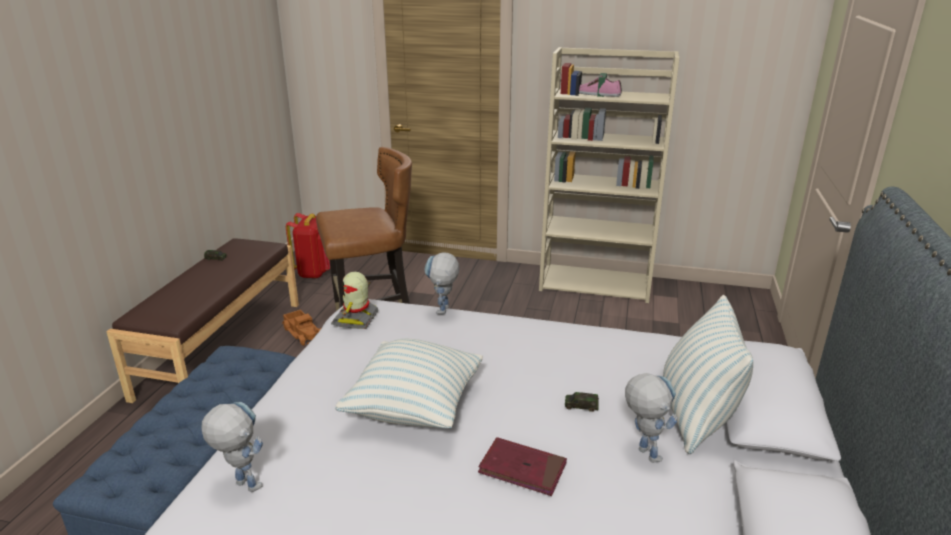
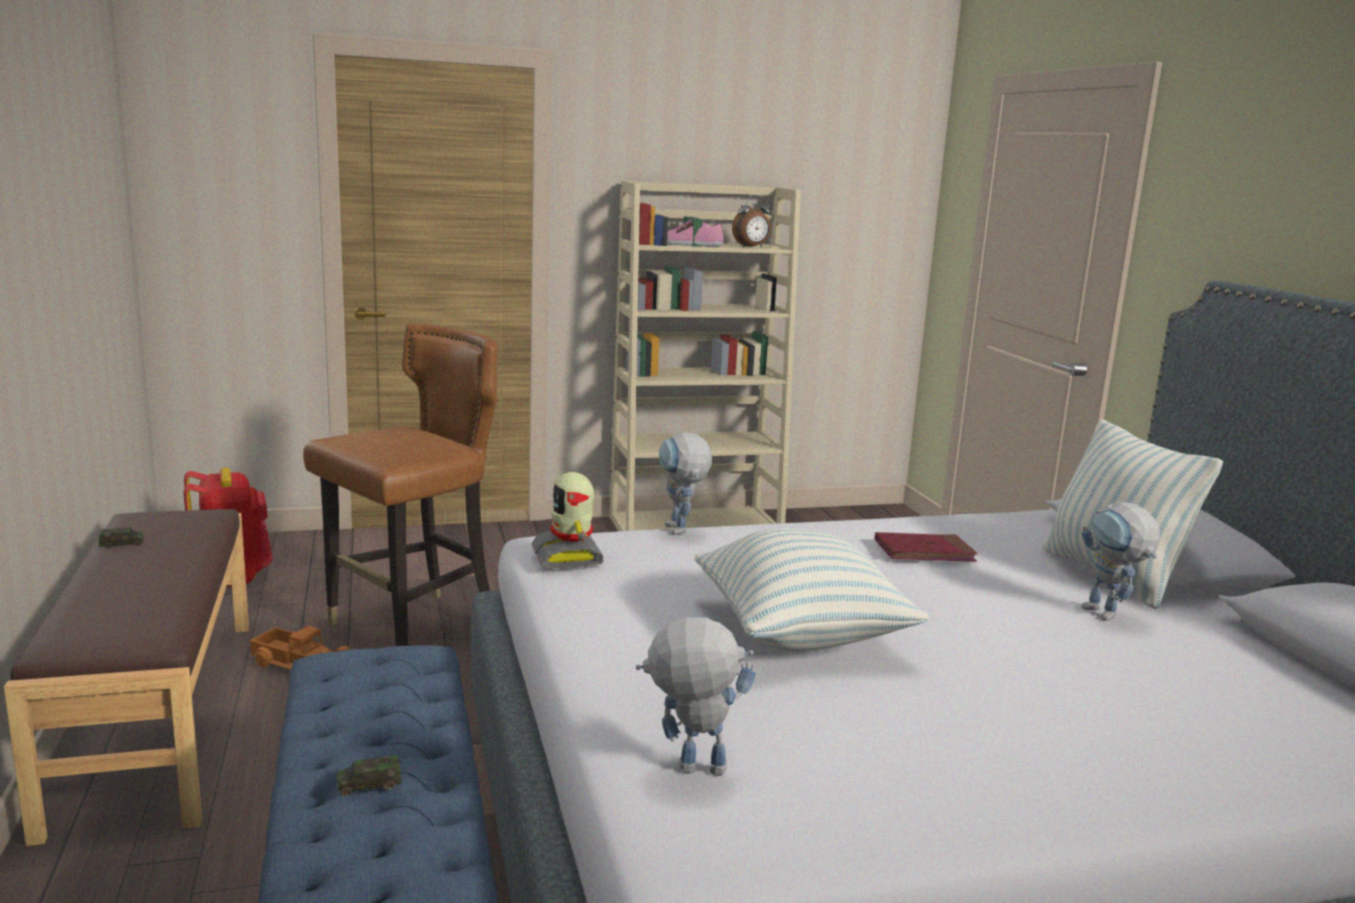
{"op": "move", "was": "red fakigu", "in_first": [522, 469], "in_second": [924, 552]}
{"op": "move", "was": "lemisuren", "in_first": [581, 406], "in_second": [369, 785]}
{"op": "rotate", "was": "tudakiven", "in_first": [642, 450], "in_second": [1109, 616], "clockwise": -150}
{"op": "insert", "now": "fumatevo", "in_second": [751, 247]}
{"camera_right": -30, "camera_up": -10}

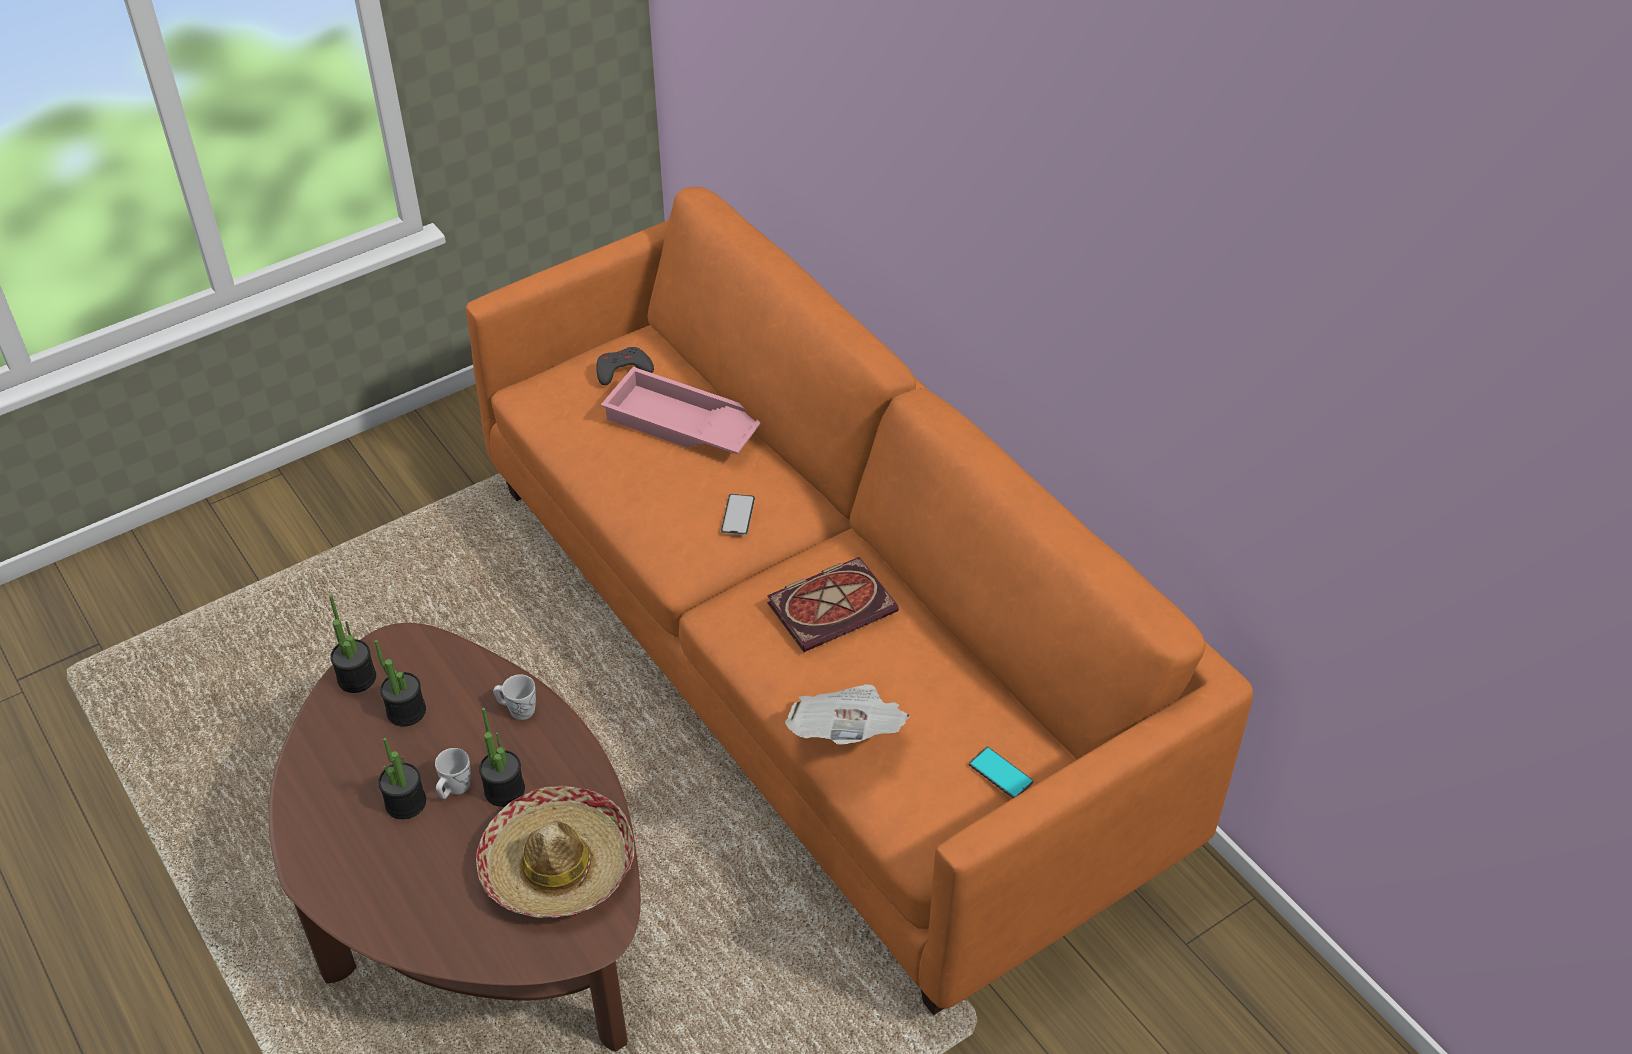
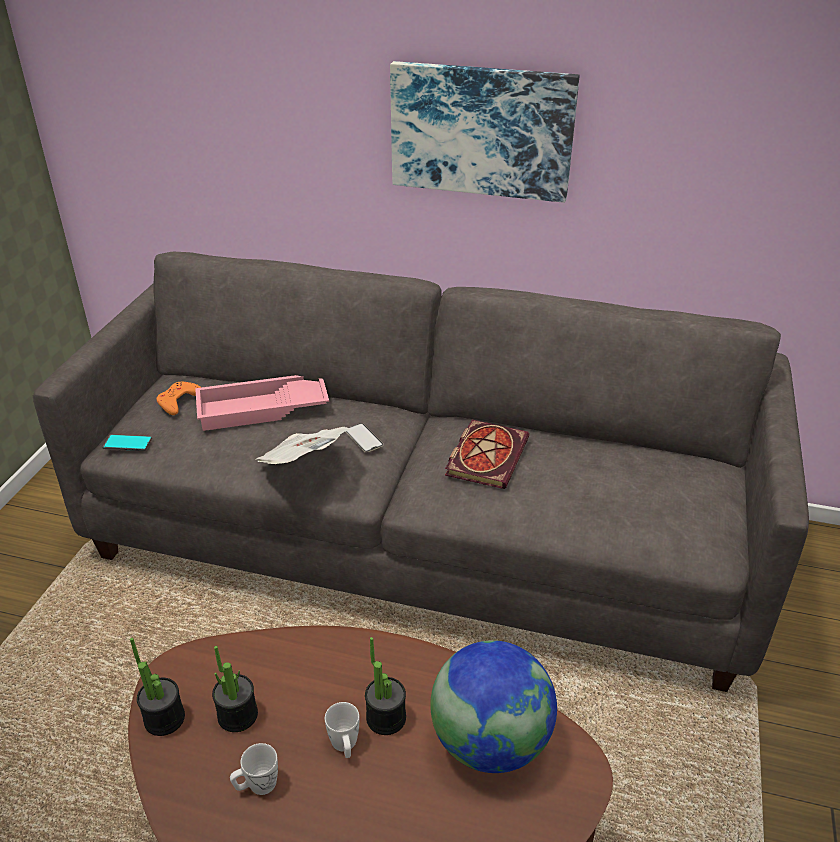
{"op": "delete", "was": "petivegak", "in_first": [405, 803]}
{"op": "recolor", "was": "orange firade", "now": "grey firade", "in_first": [817, 658], "in_second": [421, 538]}
{"op": "replace", "was": "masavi", "now": "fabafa", "in_first": [558, 865], "in_second": [490, 742]}
{"op": "move", "was": "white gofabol", "in_first": [517, 710], "in_second": [257, 785]}
{"op": "recolor", "was": "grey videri", "now": "orange videri", "in_first": [622, 370], "in_second": [178, 401]}
{"op": "move", "was": "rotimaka", "in_first": [847, 734], "in_second": [304, 464]}
{"op": "move", "was": "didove", "in_first": [1000, 773], "in_second": [127, 443]}
{"op": "insert", "now": "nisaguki", "in_second": [481, 130]}
{"camera_right": -40, "camera_up": -10}

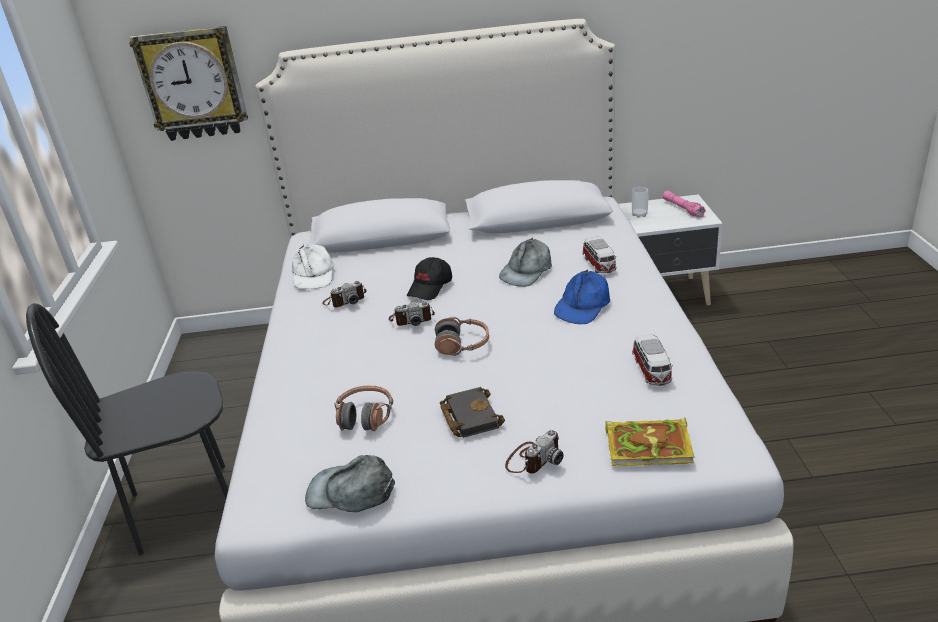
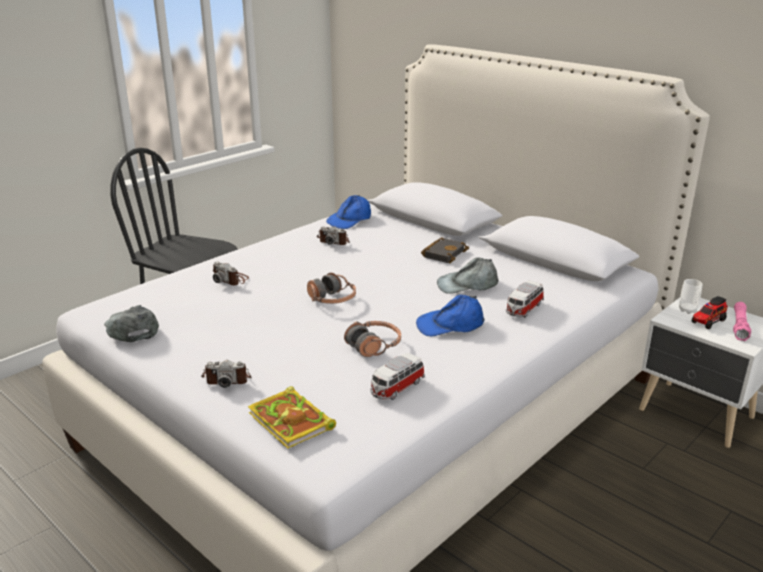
{"op": "delete", "was": "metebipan", "in_first": [193, 84]}
{"op": "recolor", "was": "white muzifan", "now": "blue muzifan", "in_first": [313, 275], "in_second": [350, 219]}
{"op": "move", "was": "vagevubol", "in_first": [365, 416], "in_second": [374, 346]}
{"op": "move", "was": "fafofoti", "in_first": [412, 319], "in_second": [231, 279]}
{"op": "delete", "was": "black muzifan", "in_first": [430, 287]}
{"op": "move", "was": "black fakigu", "in_first": [469, 416], "in_second": [444, 253]}
{"op": "insert", "now": "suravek", "in_second": [707, 322]}
{"camera_right": 45, "camera_up": -5}

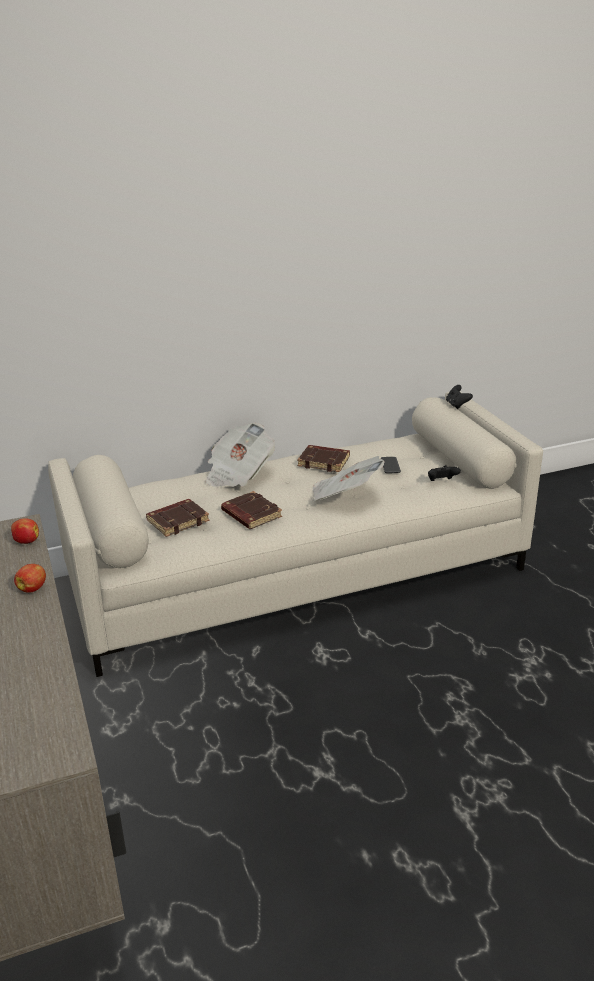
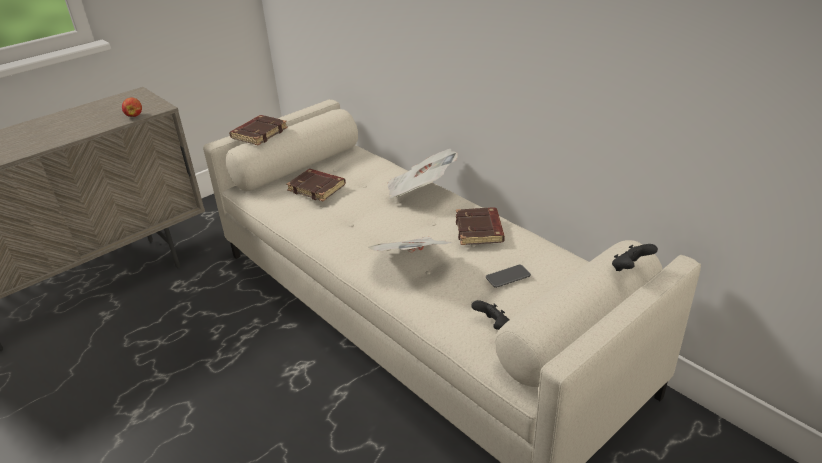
{"op": "delete", "was": "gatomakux", "in_first": [33, 588]}
{"op": "move", "was": "brown fakigu", "in_first": [250, 514], "in_second": [259, 133]}
{"camera_right": 70, "camera_up": 5}

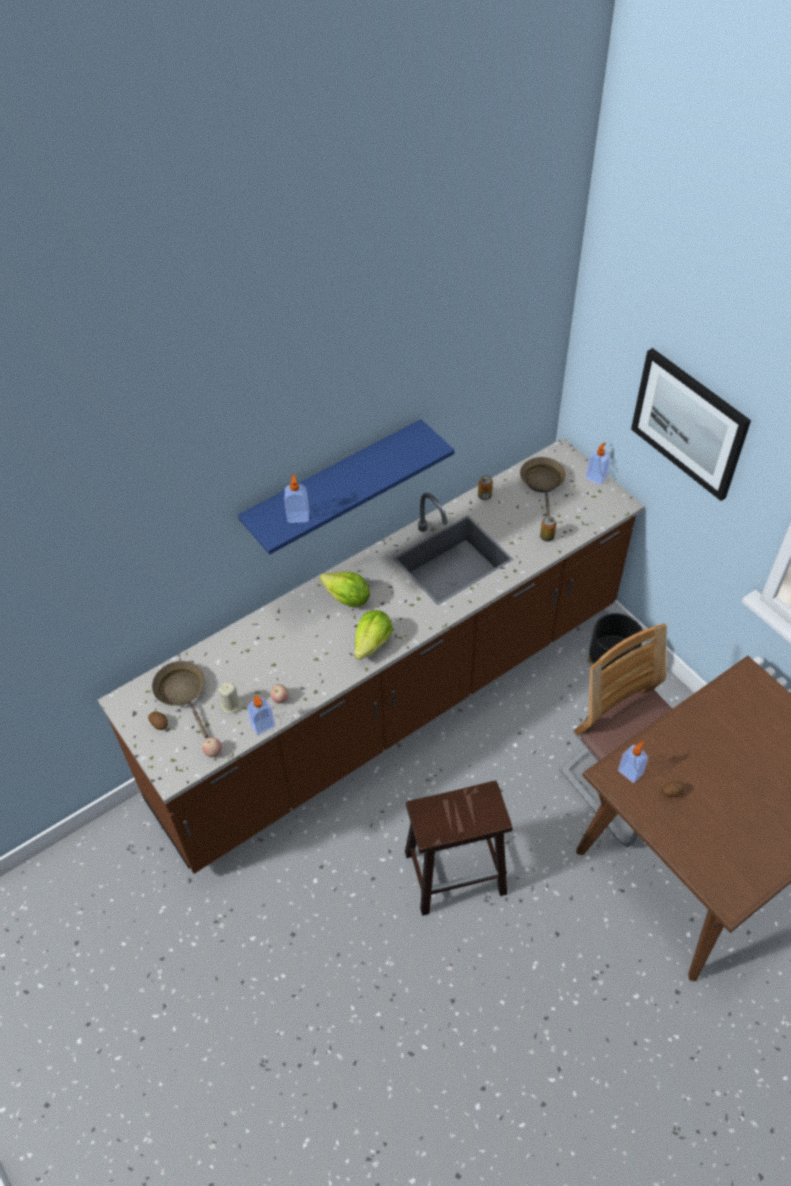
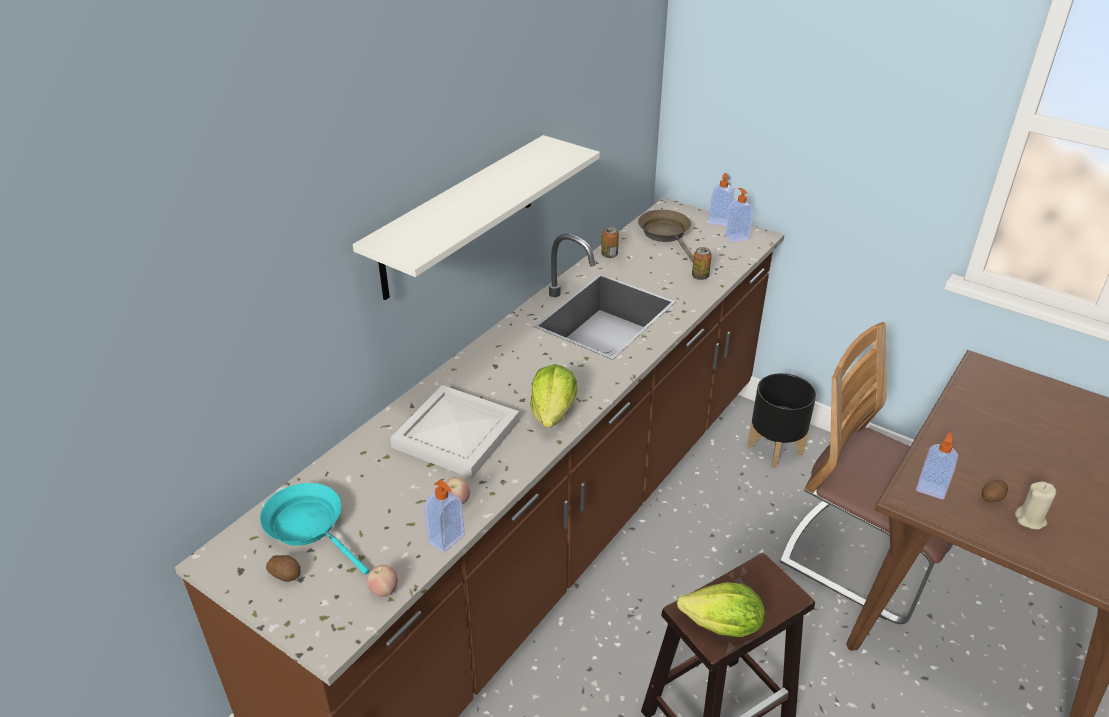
{"op": "recolor", "was": "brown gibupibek", "now": "turquoise gibupibek", "in_first": [183, 692], "in_second": [309, 527]}
{"op": "move", "was": "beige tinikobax", "in_first": [232, 705], "in_second": [1030, 519]}
{"op": "recolor", "was": "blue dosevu", "now": "white dosevu", "in_first": [334, 484], "in_second": [459, 216]}
{"op": "move", "was": "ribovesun", "in_first": [298, 516], "in_second": [736, 237]}
{"op": "move", "was": "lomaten", "in_first": [347, 599], "in_second": [722, 627]}
{"op": "delete", "was": "nisaguki", "in_first": [689, 423]}
{"op": "insert", "now": "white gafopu", "in_second": [457, 435]}
{"camera_right": -20, "camera_up": -15}

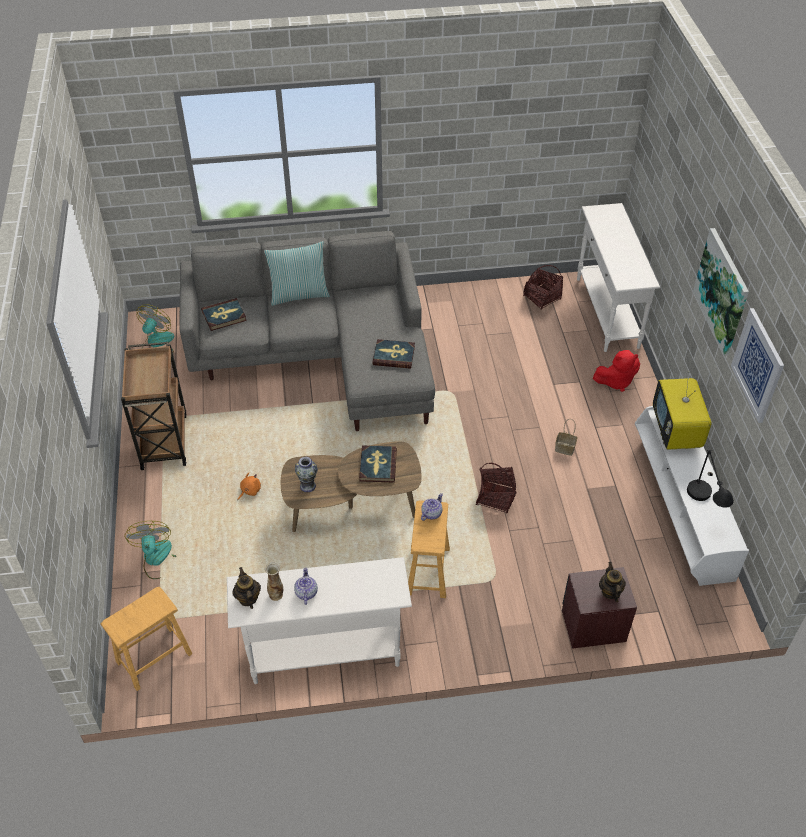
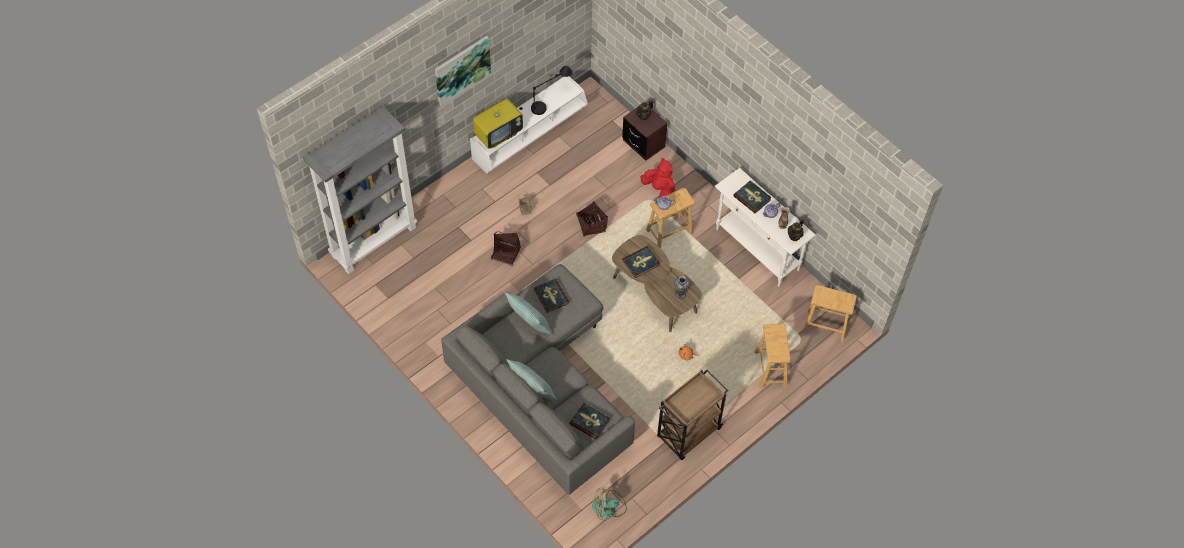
{"op": "replace", "was": "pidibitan", "now": "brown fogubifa", "in_first": [158, 559], "in_second": [770, 369]}
{"op": "move", "was": "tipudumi", "in_first": [542, 298], "in_second": [505, 253]}
{"op": "replace", "was": "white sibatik", "now": "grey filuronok", "in_first": [607, 313], "in_second": [374, 240]}
{"op": "move", "was": "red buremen", "in_first": [616, 381], "in_second": [659, 189]}
{"op": "delete", "was": "nisaguki", "in_first": [758, 365]}
{"op": "insert", "now": "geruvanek", "in_second": [529, 325]}
{"op": "insert", "now": "fakigu", "in_second": [752, 198]}
{"camera_right": -125, "camera_up": 10}

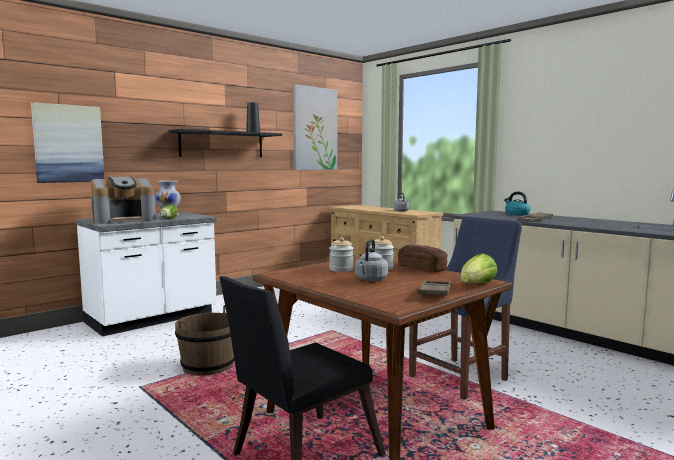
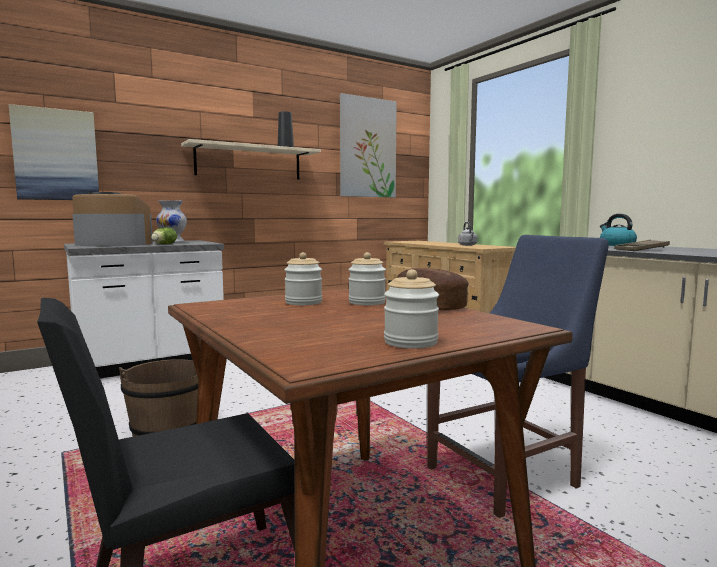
{"op": "rotate", "was": "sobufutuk", "in_first": [124, 220], "in_second": [112, 244], "clockwise": -150}
{"op": "recolor", "was": "black dosevu", "now": "beige dosevu", "in_first": [222, 144], "in_second": [249, 162]}
{"op": "delete", "was": "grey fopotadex", "in_first": [370, 280]}
{"op": "replace", "was": "brown gafopu", "now": "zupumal", "in_first": [435, 293], "in_second": [410, 342]}
{"op": "delete", "was": "lomaten", "in_first": [477, 285]}
{"camera_right": 10, "camera_up": 0}

